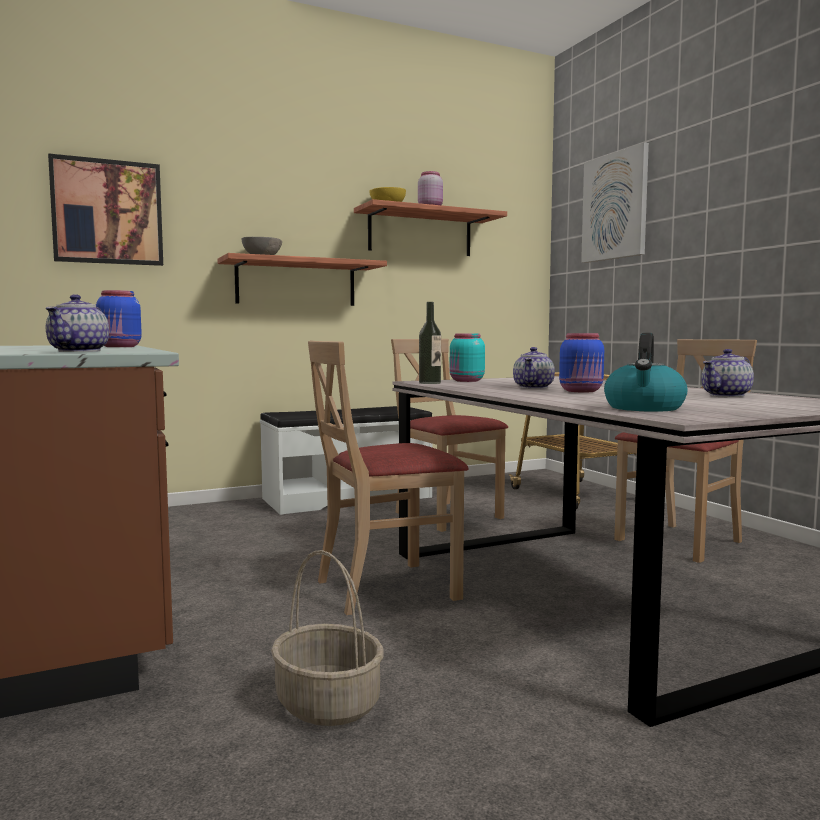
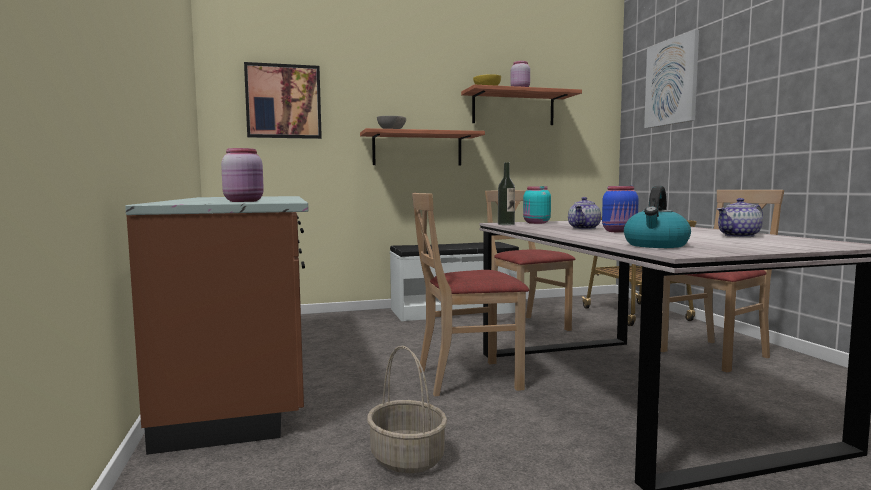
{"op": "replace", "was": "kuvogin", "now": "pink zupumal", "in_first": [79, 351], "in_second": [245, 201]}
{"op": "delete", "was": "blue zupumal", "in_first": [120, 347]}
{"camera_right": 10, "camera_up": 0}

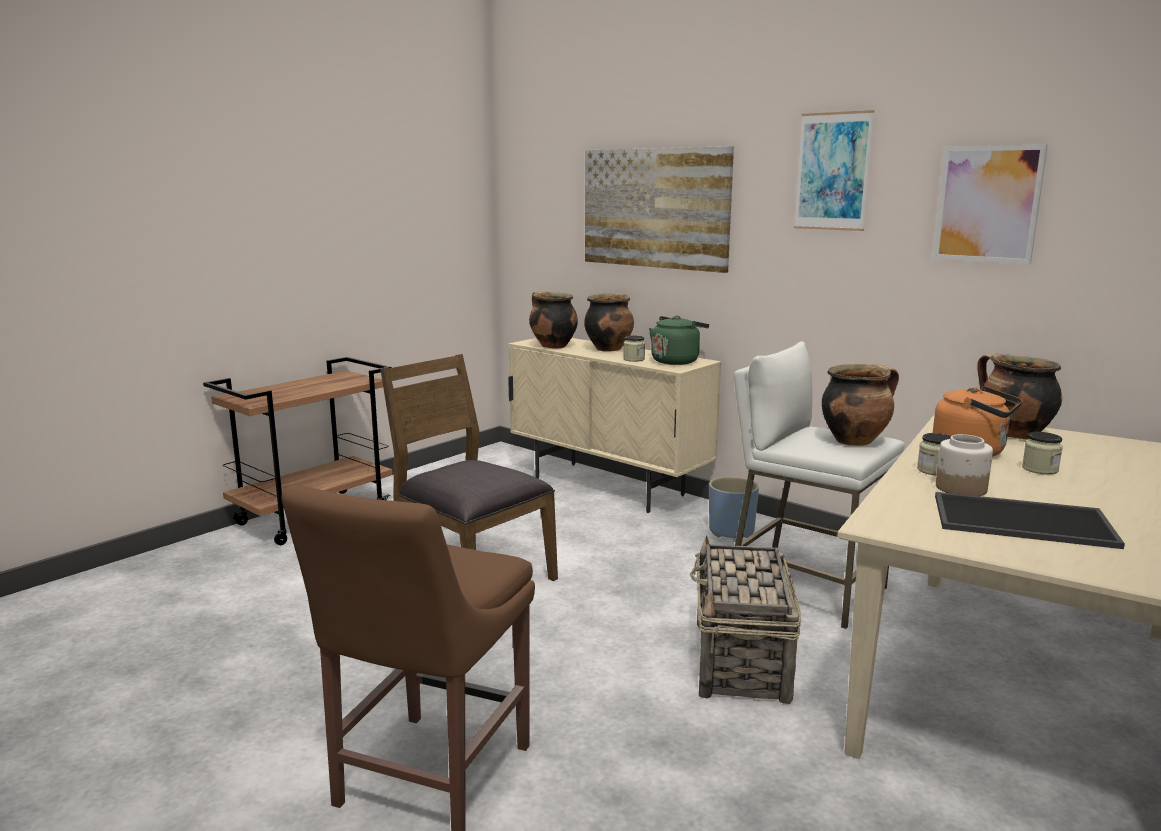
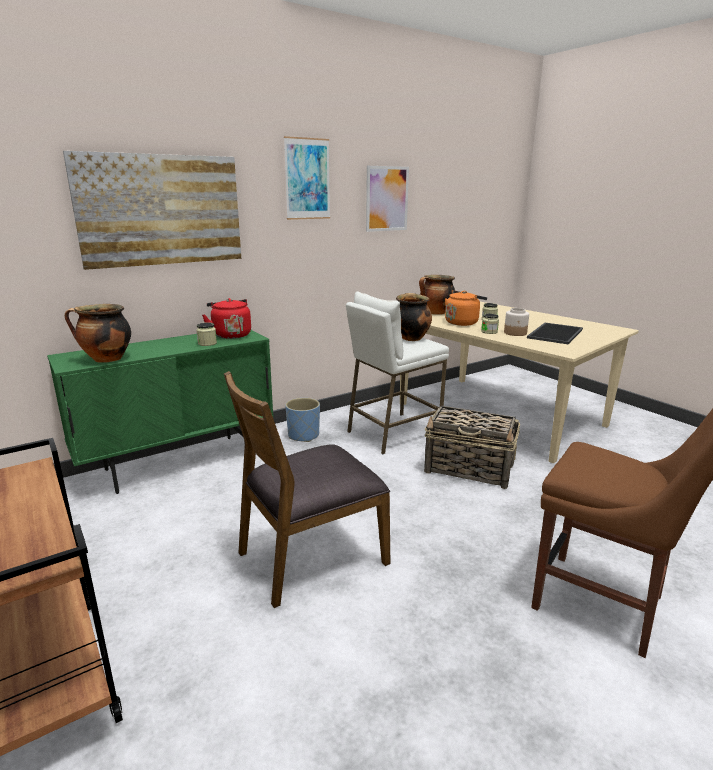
{"op": "recolor", "was": "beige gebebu", "now": "green gebebu", "in_first": [608, 487], "in_second": [179, 463]}
{"op": "delete", "was": "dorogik", "in_first": [609, 349]}
{"op": "recolor", "was": "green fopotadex", "now": "red fopotadex", "in_first": [676, 361], "in_second": [230, 335]}
{"camera_right": -75, "camera_up": 5}

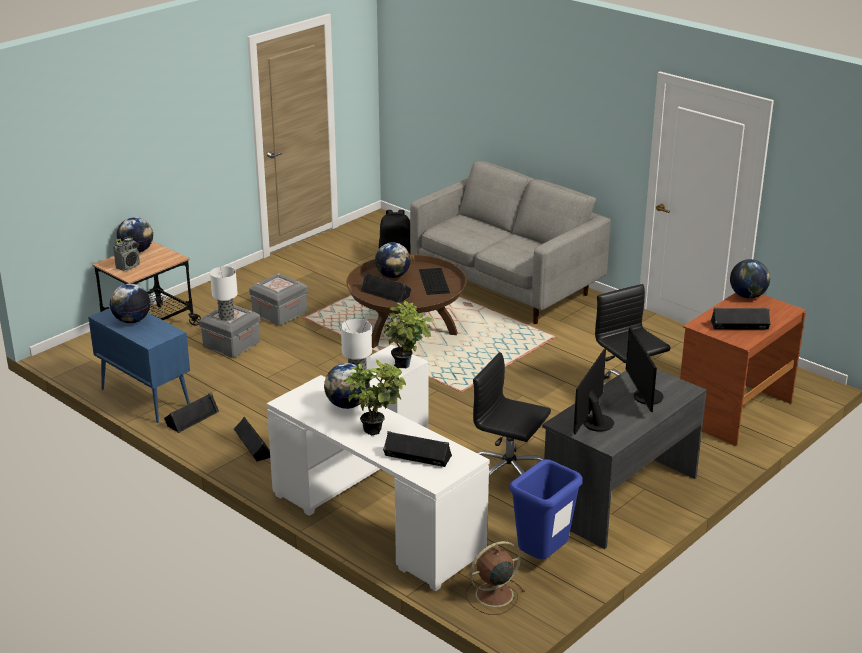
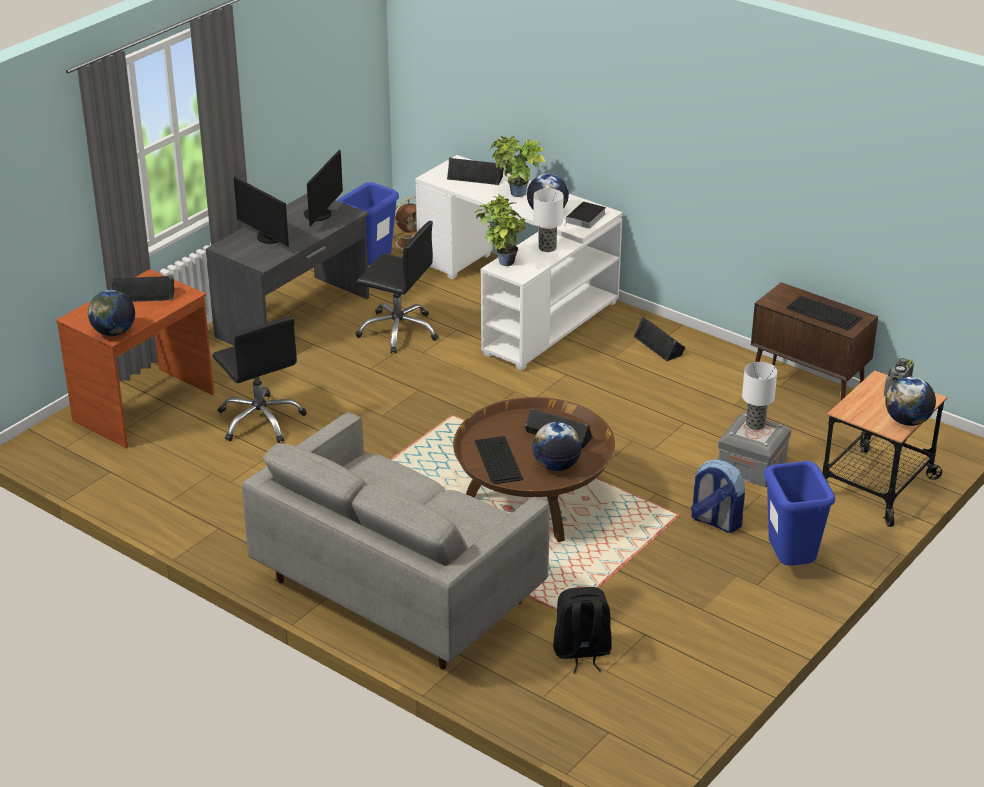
{"op": "recolor", "was": "blue gebebu", "now": "brown gebebu", "in_first": [144, 398], "in_second": [808, 391]}
{"op": "replace", "was": "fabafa", "now": "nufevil", "in_first": [132, 320], "in_second": [824, 313]}
{"op": "delete", "was": "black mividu", "in_first": [191, 418]}
{"op": "replace", "was": "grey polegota", "now": "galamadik", "in_first": [280, 313], "in_second": [715, 521]}
{"op": "rotate", "was": "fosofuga", "in_first": [644, 397], "in_second": [268, 238], "clockwise": 150}
{"op": "insert", "now": "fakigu", "in_second": [585, 218]}
{"op": "insert", "now": "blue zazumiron", "in_second": [790, 565]}
{"camera_right": 175, "camera_up": 5}

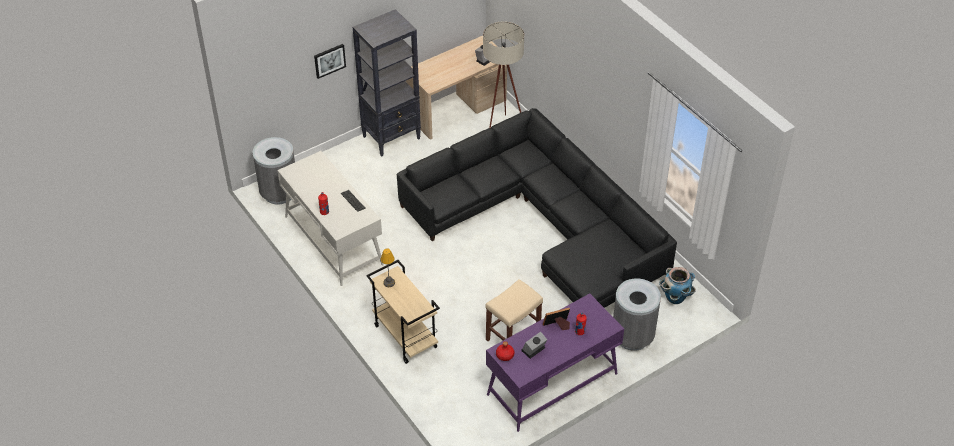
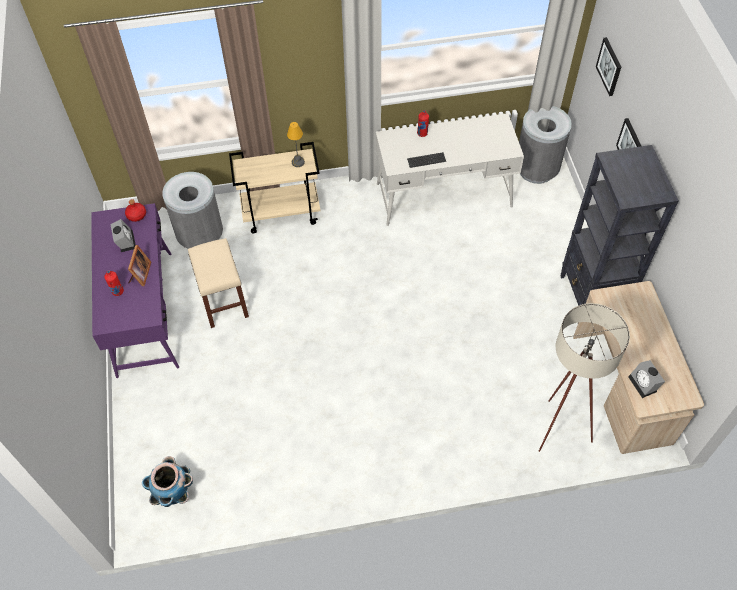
{"op": "delete", "was": "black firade", "in_first": [543, 222]}
{"op": "move", "was": "grey zazumiron", "in_first": [632, 337], "in_second": [200, 236]}
{"op": "insert", "now": "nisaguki", "in_second": [609, 66]}
{"camera_right": 115, "camera_up": 10}

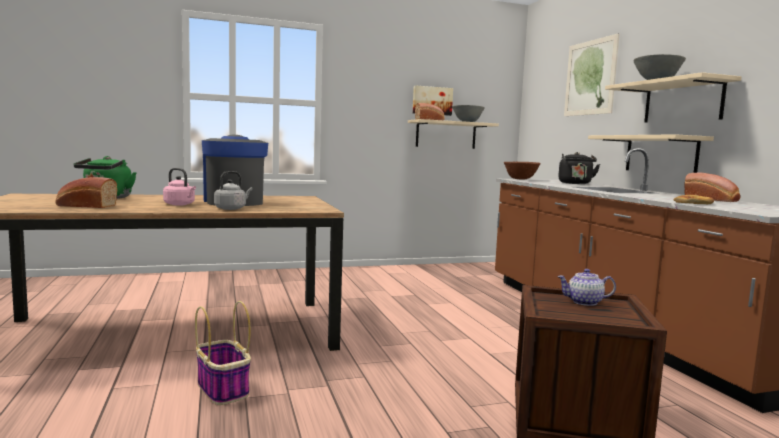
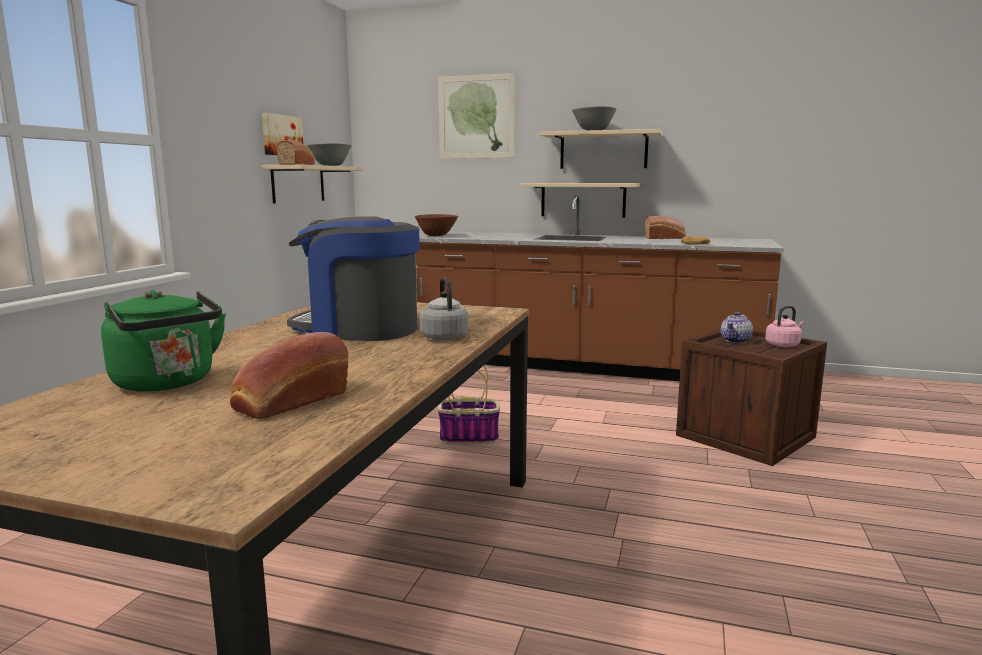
{"op": "move", "was": "pink fopotadex", "in_first": [180, 204], "in_second": [783, 345]}
{"op": "move", "was": "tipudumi", "in_first": [223, 389], "in_second": [470, 437]}
{"op": "delete", "was": "black fopotadex", "in_first": [575, 183]}
{"camera_right": -55, "camera_up": 5}

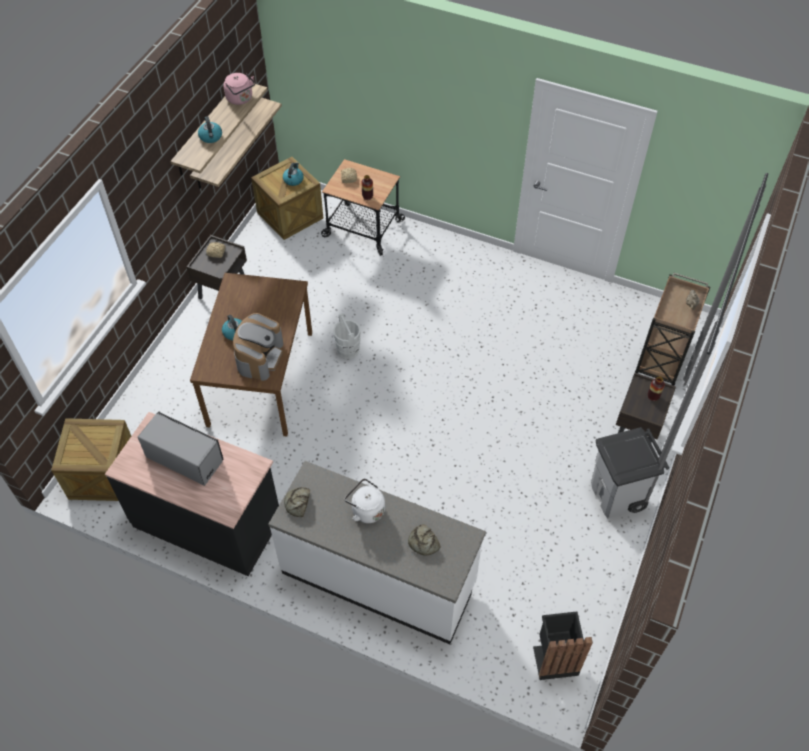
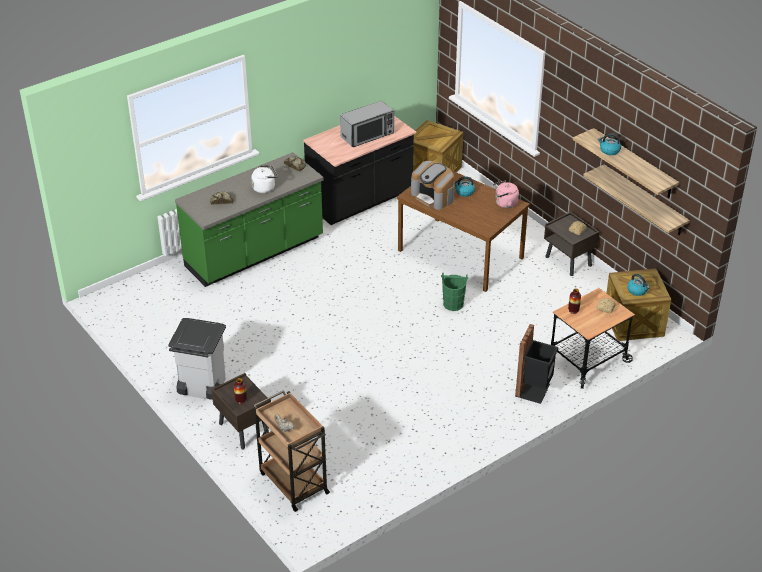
{"op": "move", "was": "pink fopotadex", "in_first": [241, 99], "in_second": [504, 203]}
{"op": "recolor", "was": "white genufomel", "now": "green genufomel", "in_first": [379, 577], "in_second": [255, 254]}
{"op": "recolor", "was": "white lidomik", "now": "green lidomik", "in_first": [348, 349], "in_second": [453, 304]}
{"op": "move", "was": "black zazumiron", "in_first": [554, 658], "in_second": [534, 390]}
{"camera_right": 120, "camera_up": -15}

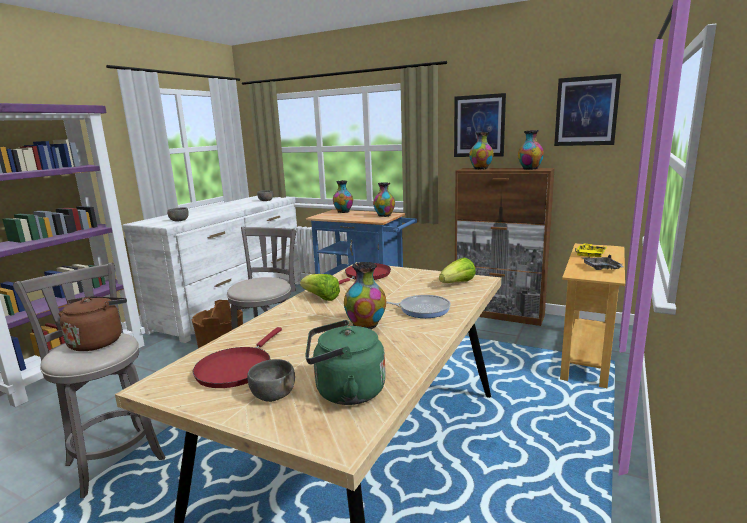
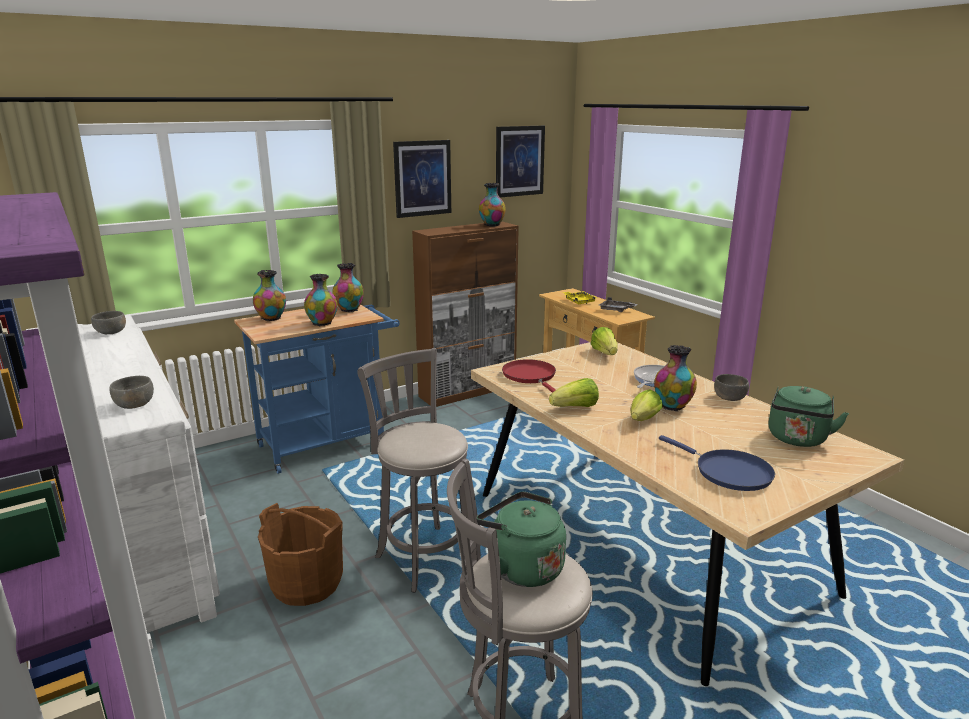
{"op": "recolor", "was": "brown fopotadex", "now": "green fopotadex", "in_first": [98, 342], "in_second": [522, 567]}
{"op": "recolor", "was": "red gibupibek", "now": "blue gibupibek", "in_first": [237, 368], "in_second": [728, 472]}
{"op": "move", "was": "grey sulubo", "in_first": [273, 395], "in_second": [730, 398]}
{"op": "move", "was": "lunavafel", "in_first": [481, 169], "in_second": [322, 323]}
{"op": "insert", "now": "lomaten", "in_second": [642, 421]}
{"camera_right": -60, "camera_up": 5}

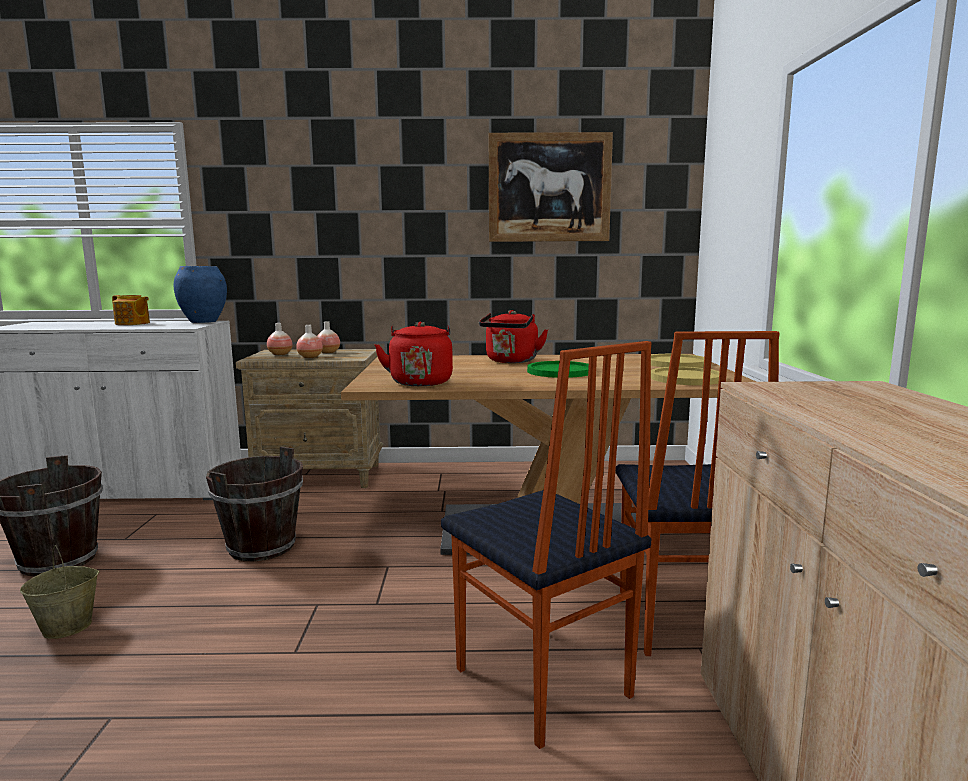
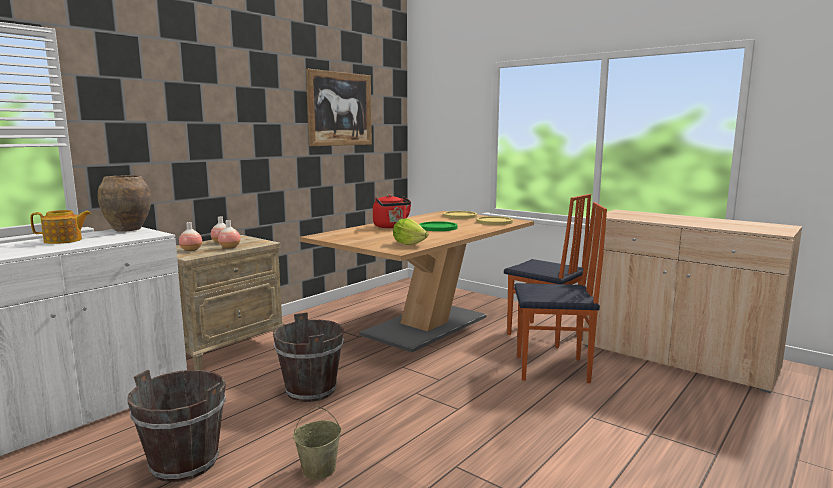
{"op": "recolor", "was": "blue lunavafel", "now": "brown lunavafel", "in_first": [203, 322], "in_second": [127, 229]}
{"op": "replace", "was": "red fopotadex", "now": "lomaten", "in_first": [420, 382], "in_second": [409, 243]}
{"camera_right": -50, "camera_up": 0}

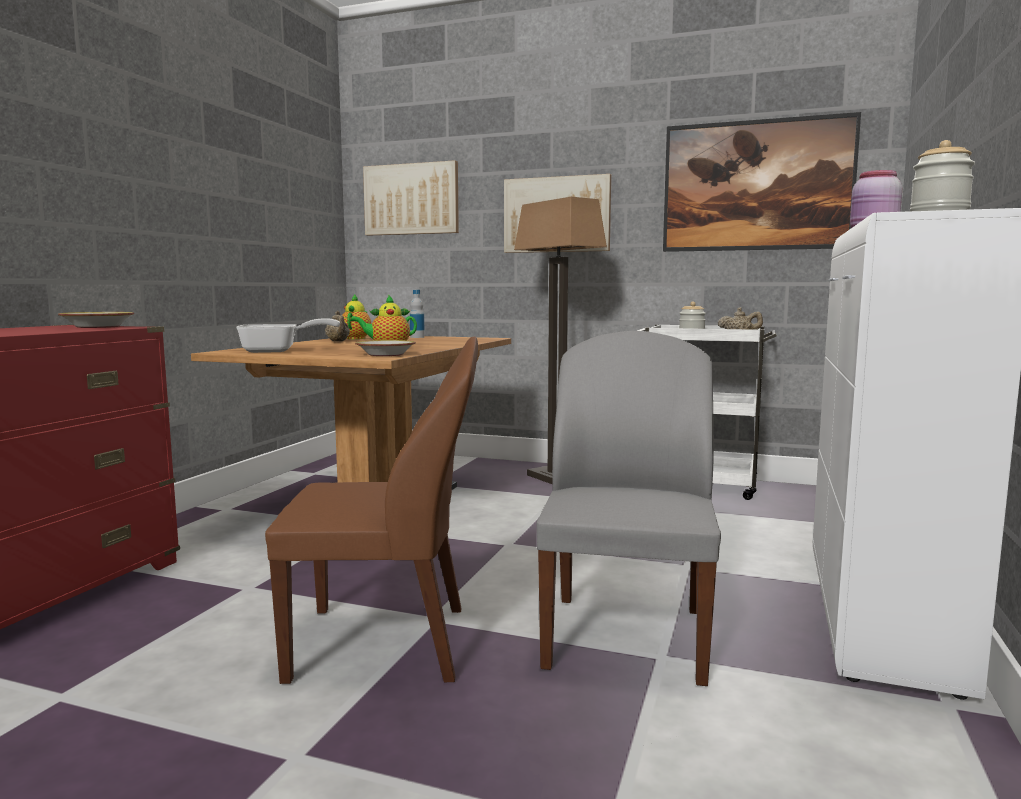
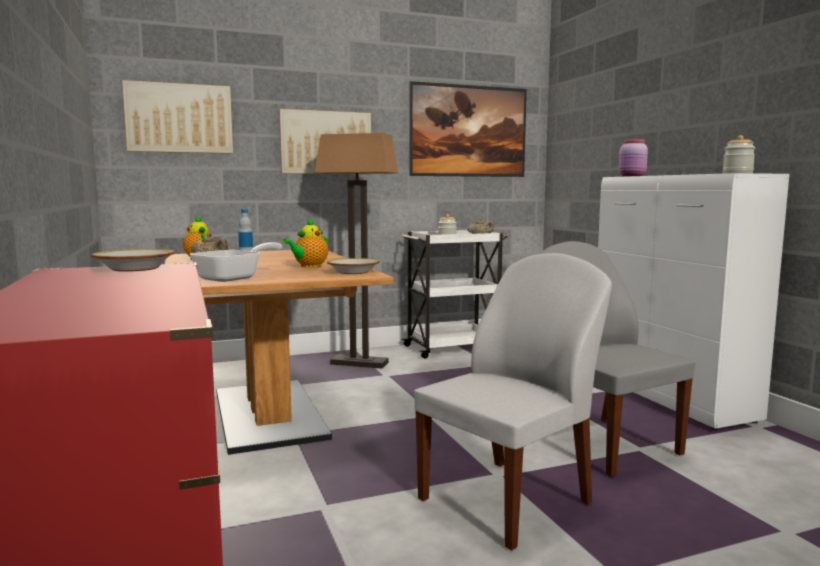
{"op": "recolor", "was": "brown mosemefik", "now": "white mosemefik", "in_first": [386, 644], "in_second": [508, 500]}
{"camera_right": -40, "camera_up": 0}

